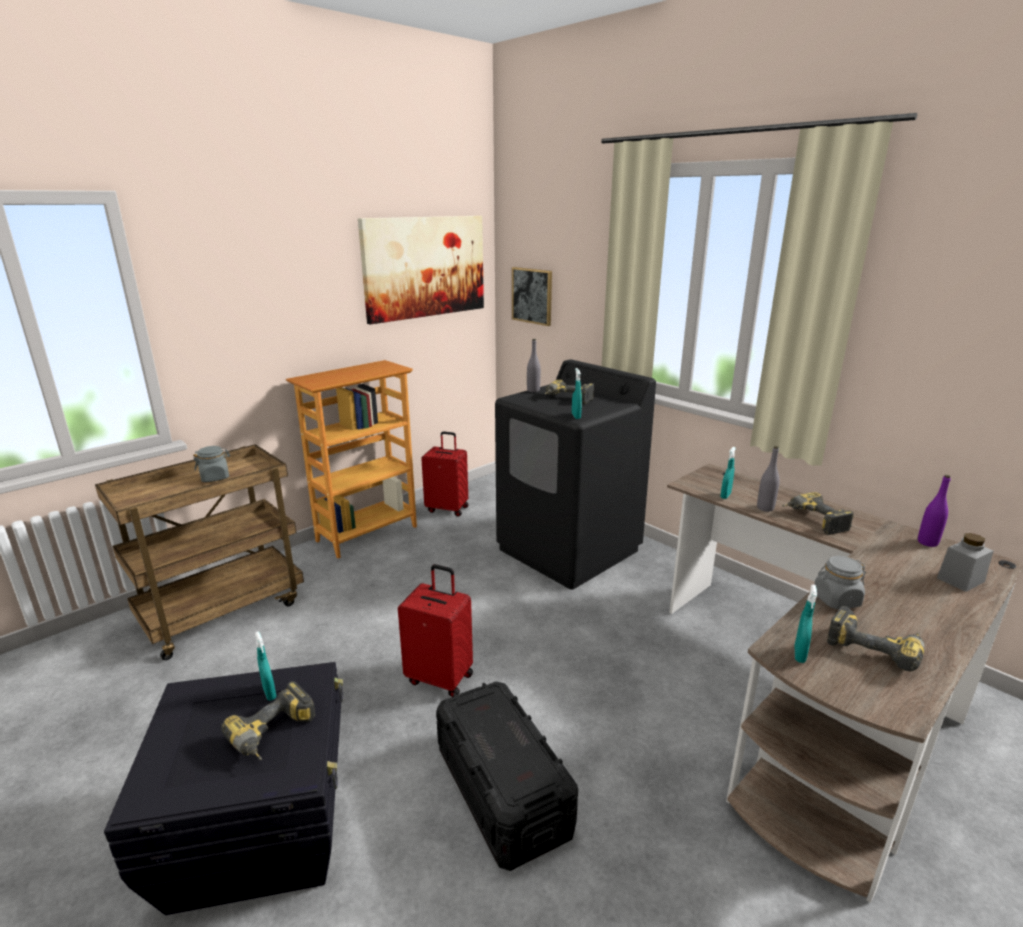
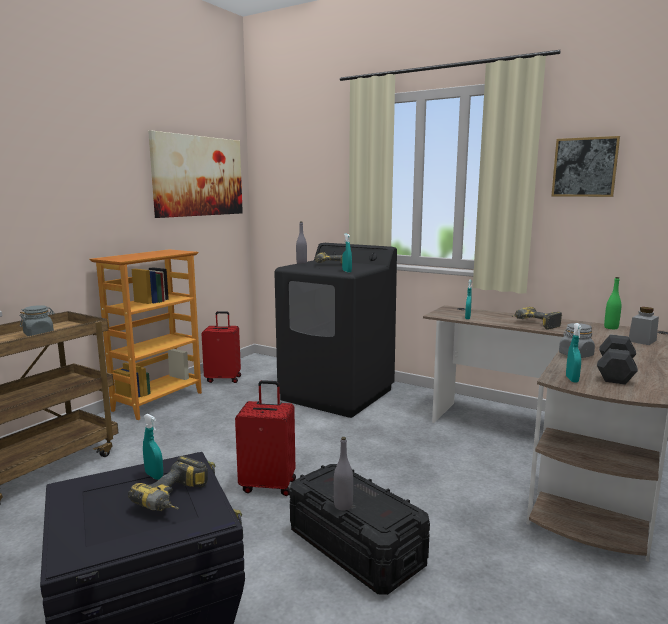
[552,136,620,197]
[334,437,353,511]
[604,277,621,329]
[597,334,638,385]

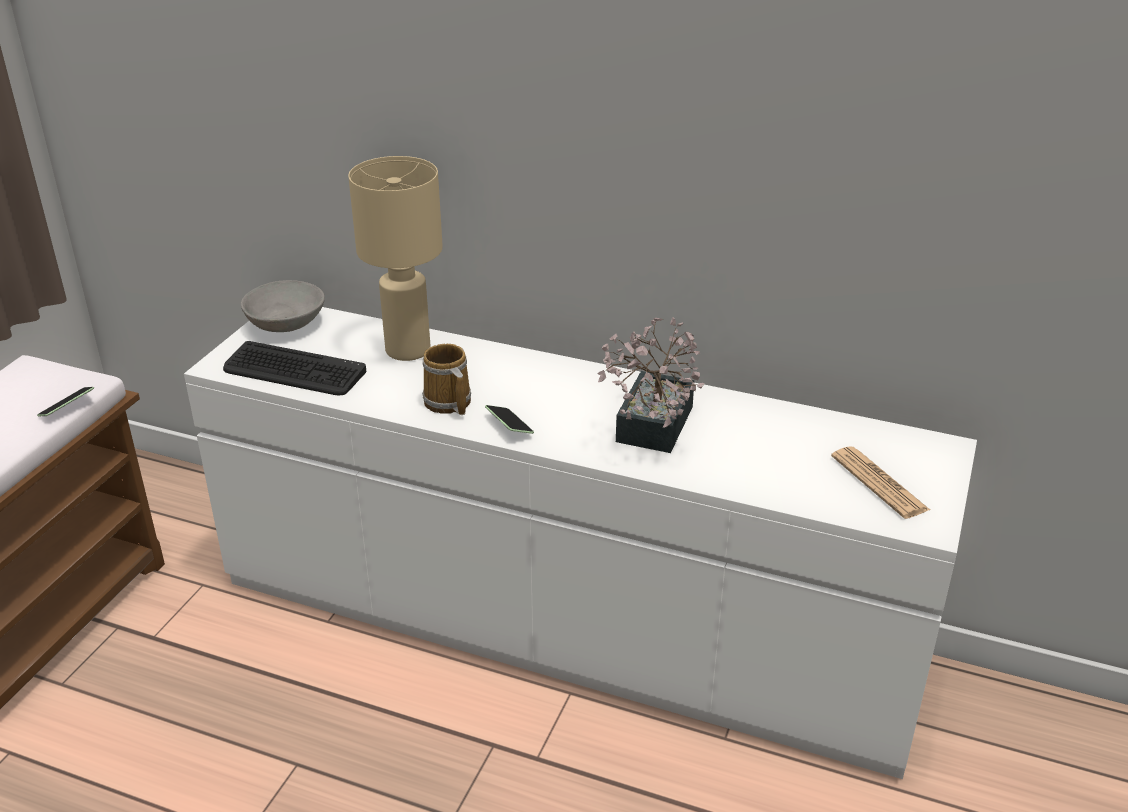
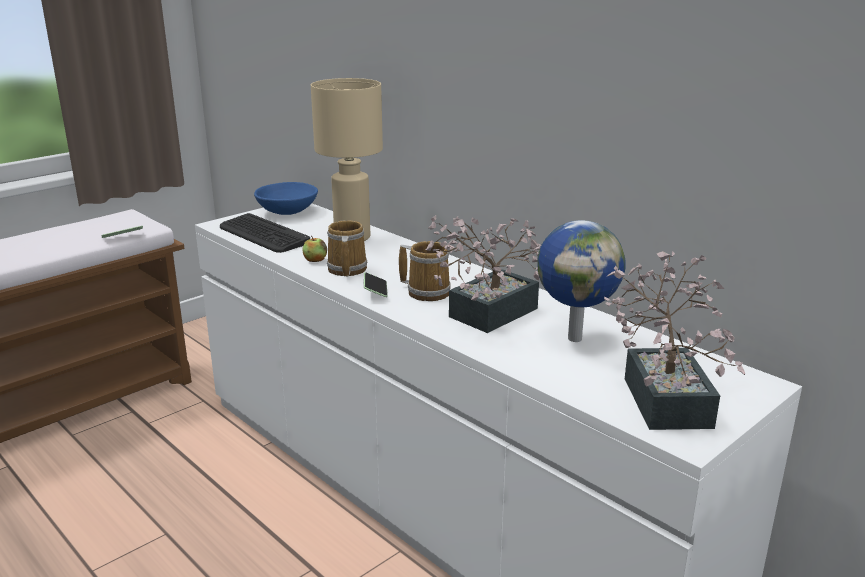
[254,182,318,215]
[604,251,745,430]
[537,220,626,342]
[303,236,327,262]
[399,241,451,301]

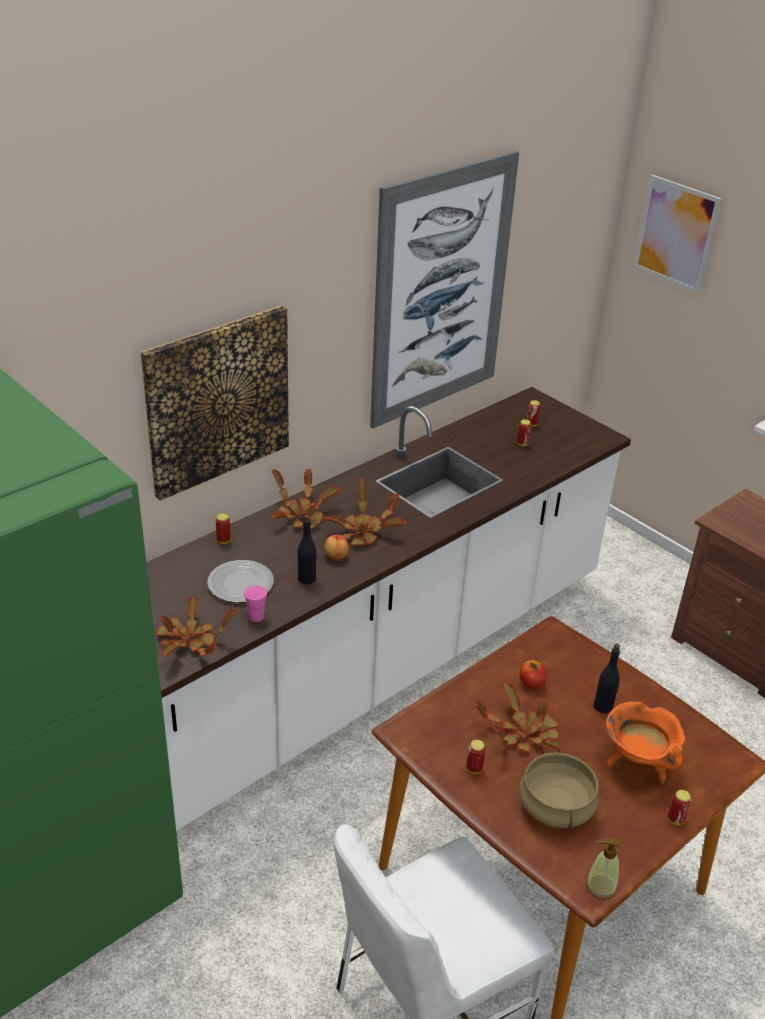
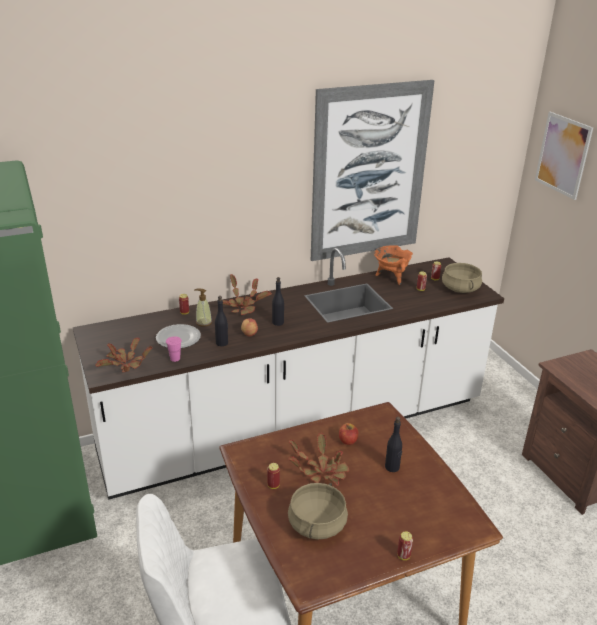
[140,306,289,501] (first image)
[272,277,284,326]
[374,245,413,285]
[194,288,212,327]
[442,263,482,293]

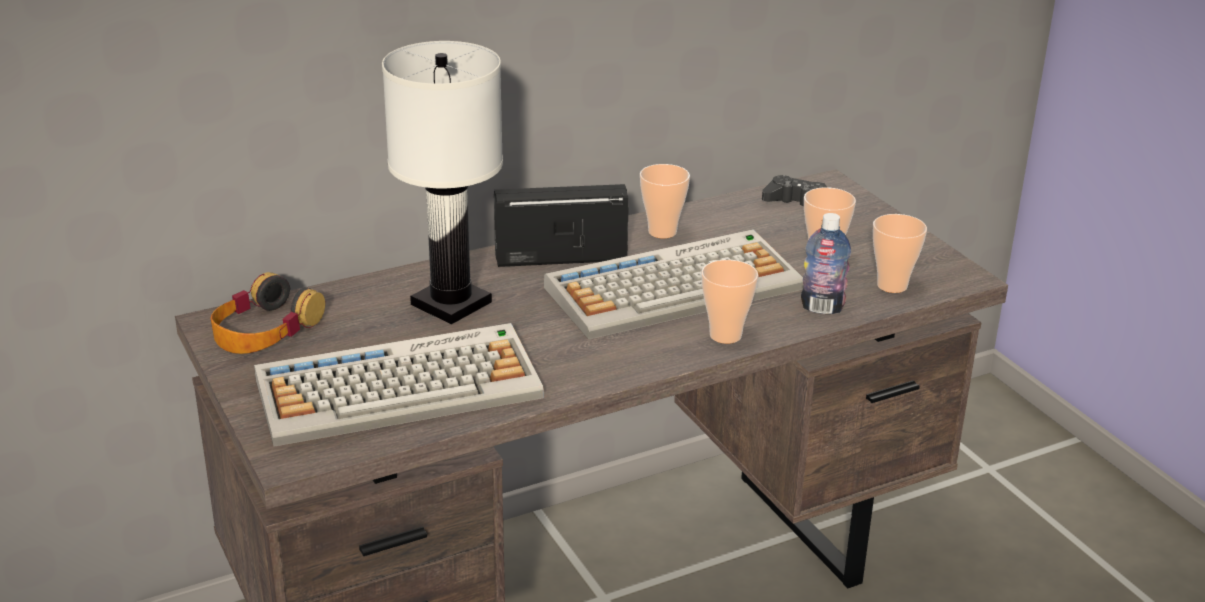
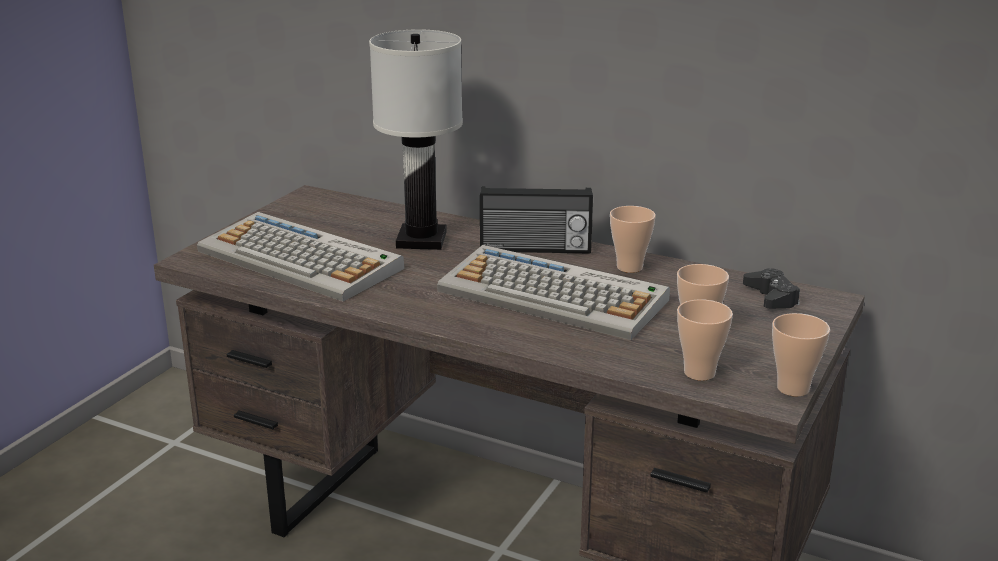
[480,186,593,253]
[801,213,851,314] (first image)
[772,313,830,397]
[210,272,325,354] (first image)

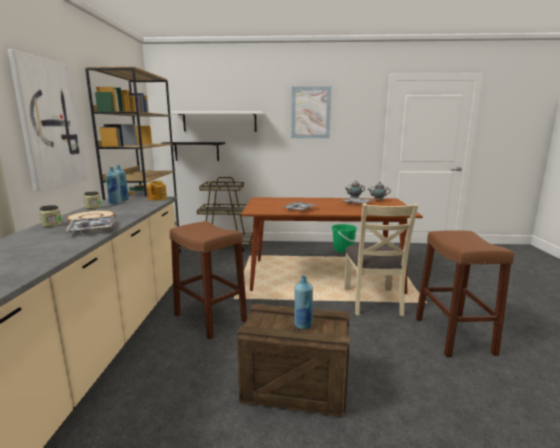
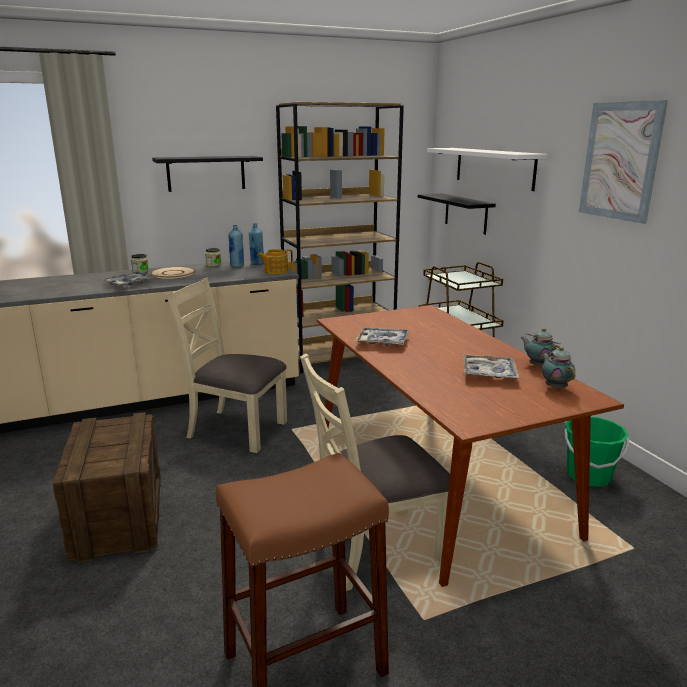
[152,156,263,192]
[166,278,287,453]
[294,276,313,329] (first image)

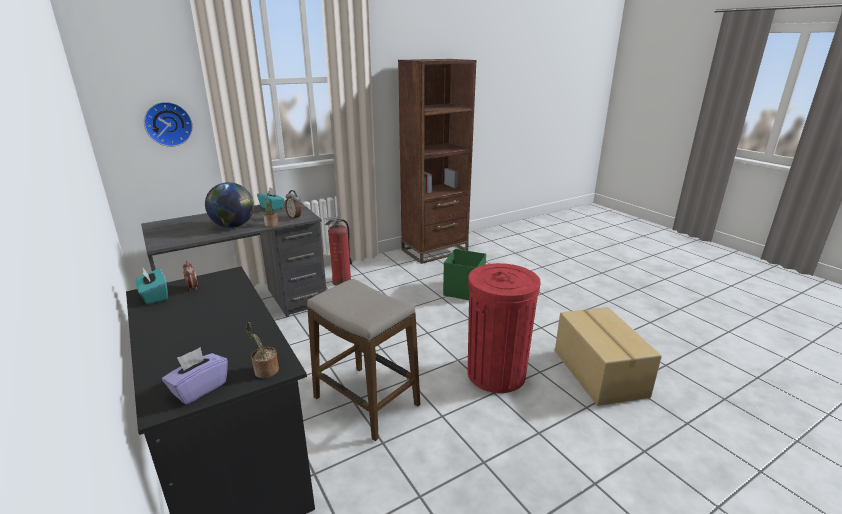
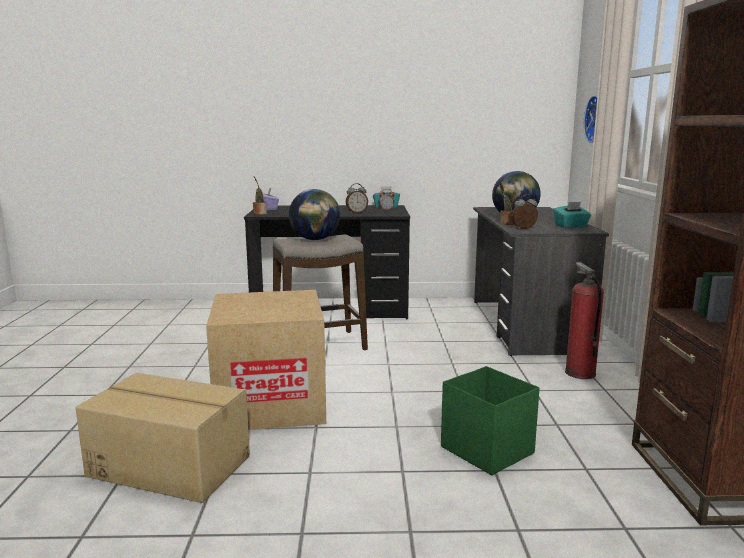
[206,290,326,430]
[346,183,368,213]
[289,189,340,240]

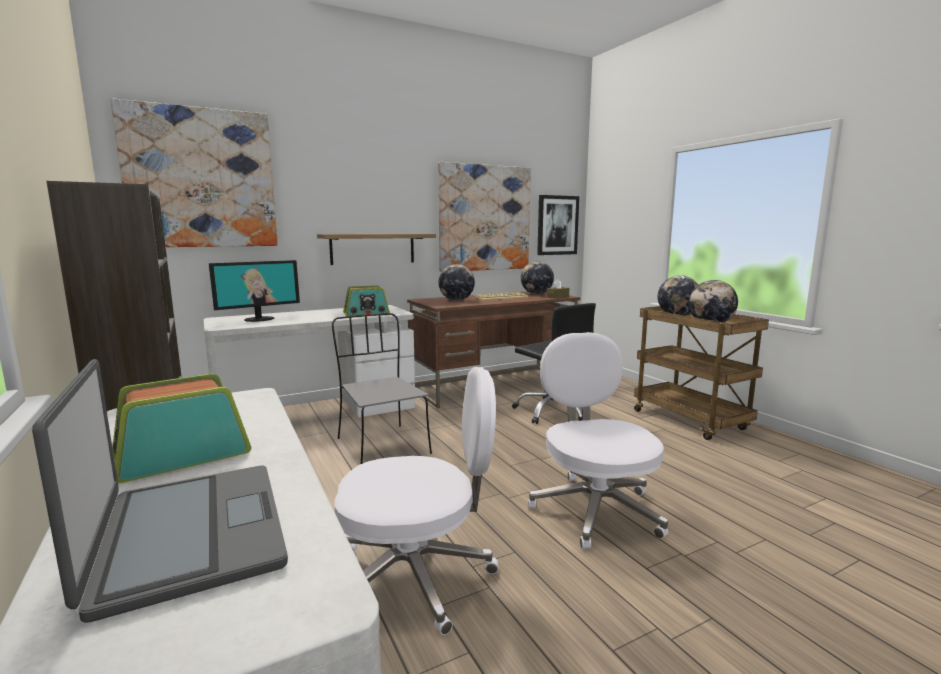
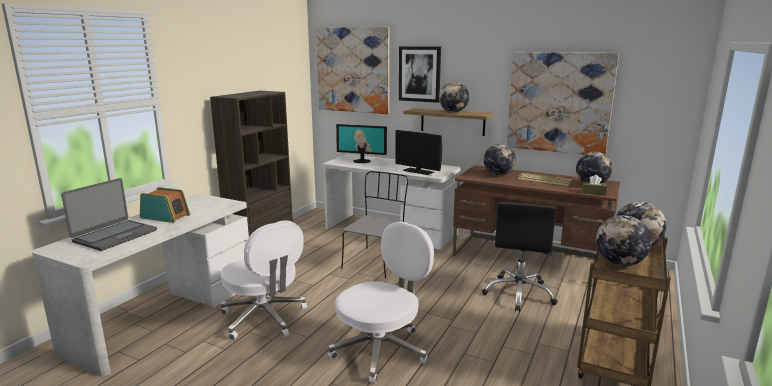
[399,46,441,103]
[395,130,442,175]
[439,82,469,113]

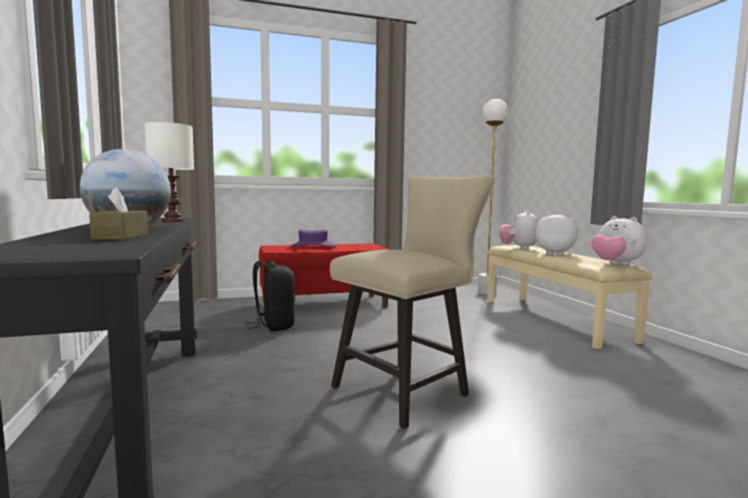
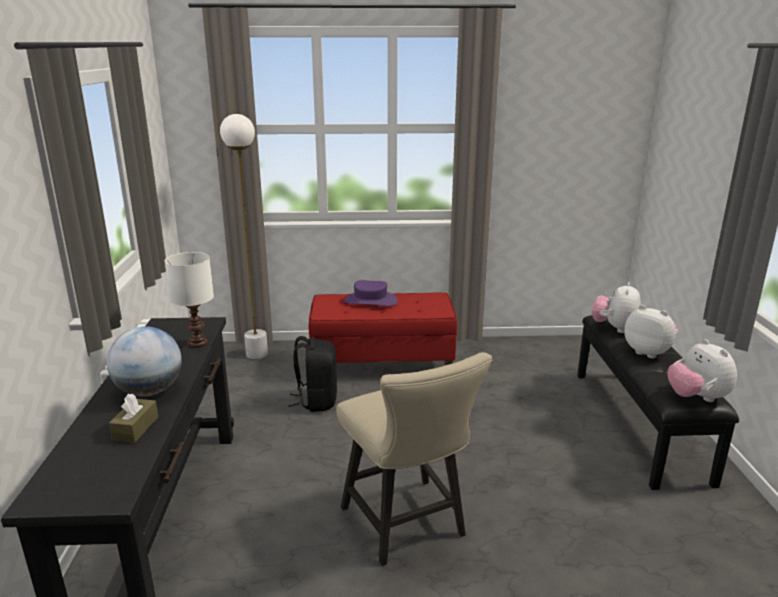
[220,114,268,359]
[336,352,492,566]
[577,315,739,490]

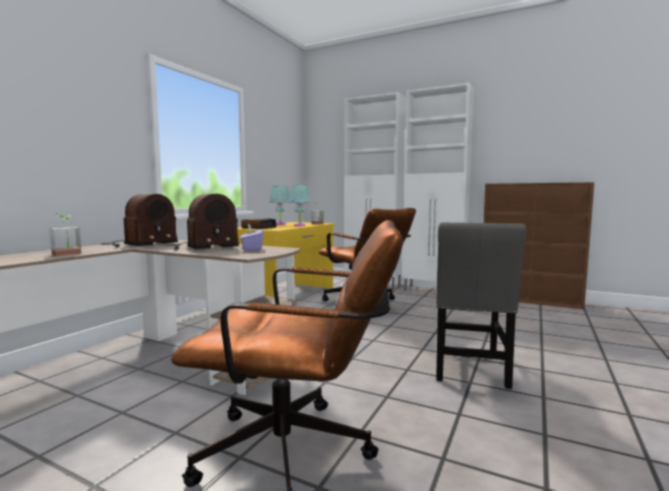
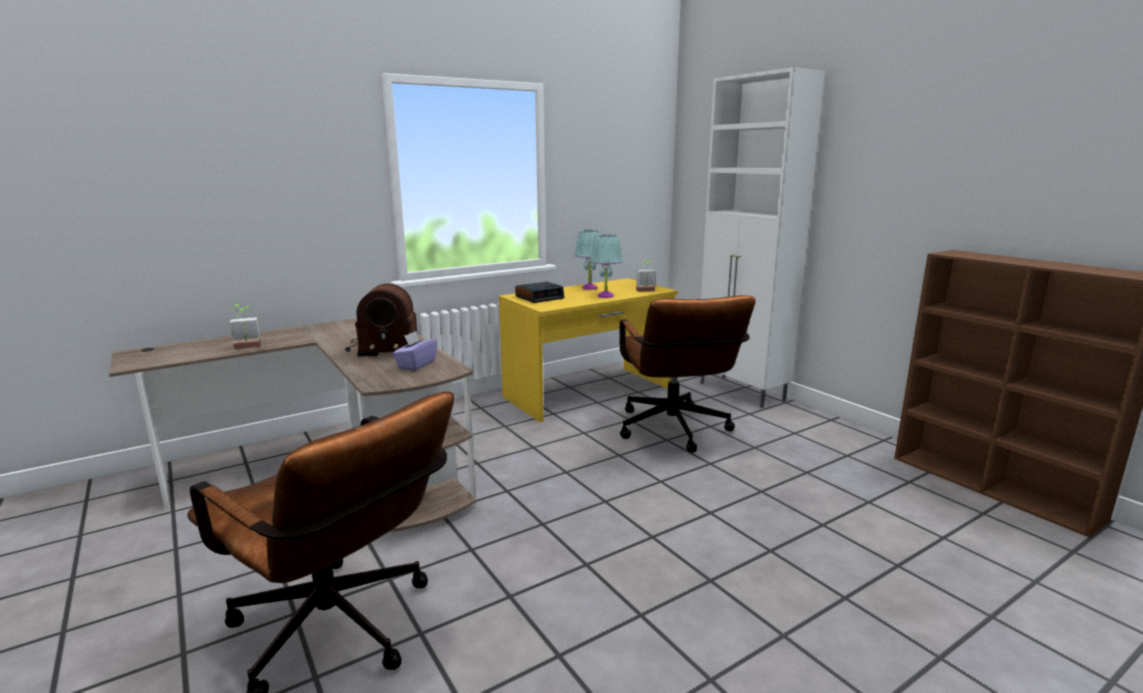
[402,83,474,291] (first image)
[101,194,178,248] (first image)
[436,222,527,389] (first image)

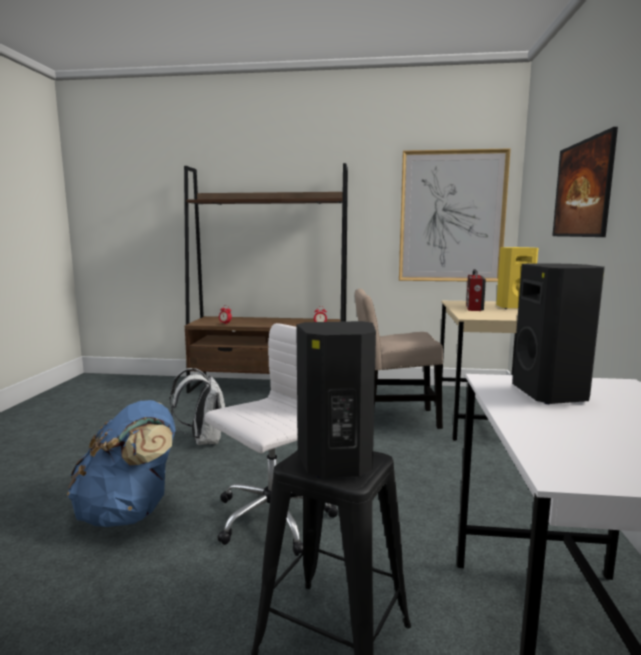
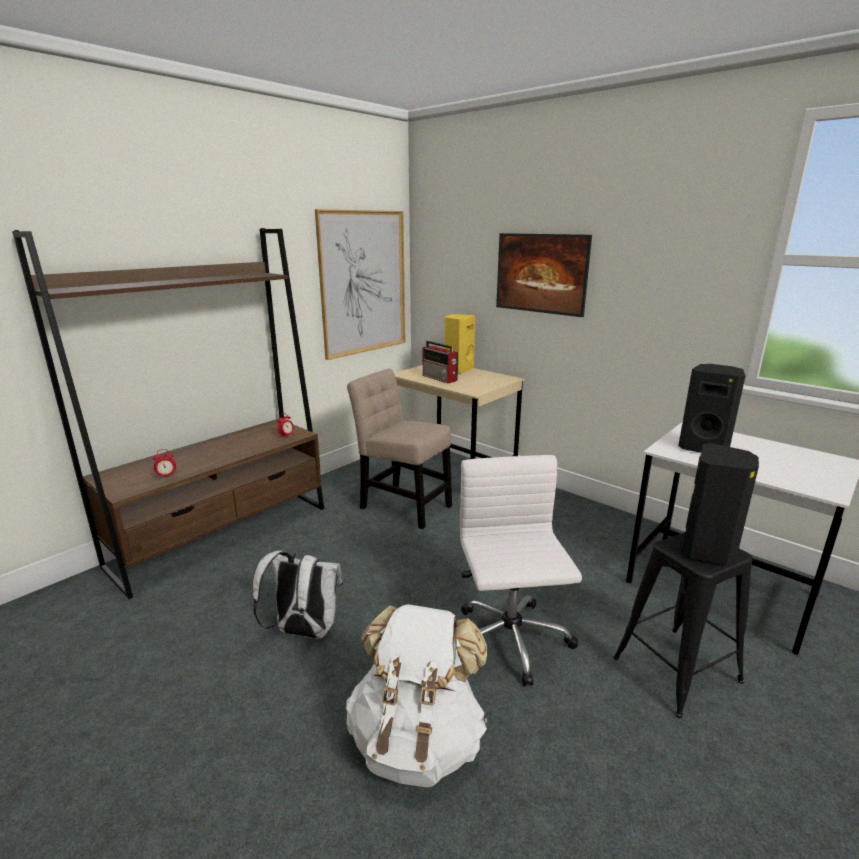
[347,369,452,529]
[346,604,488,787]

